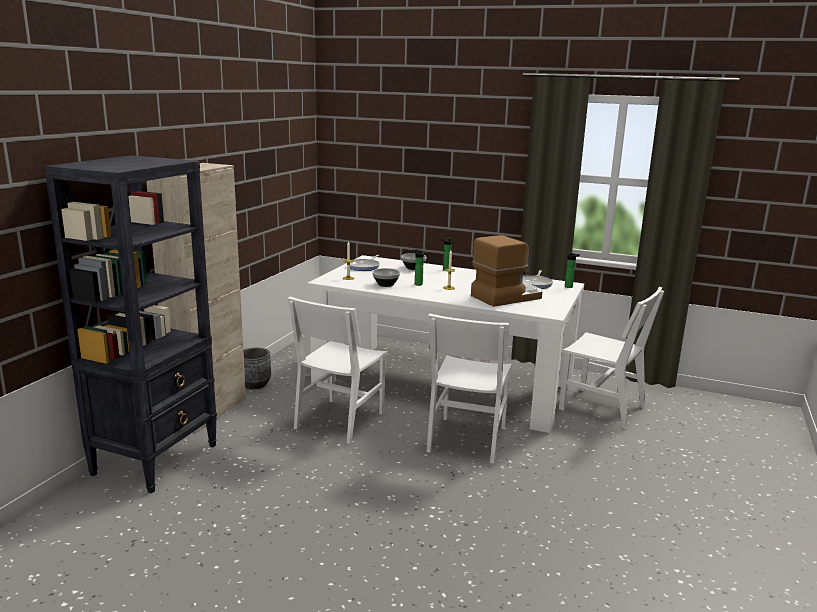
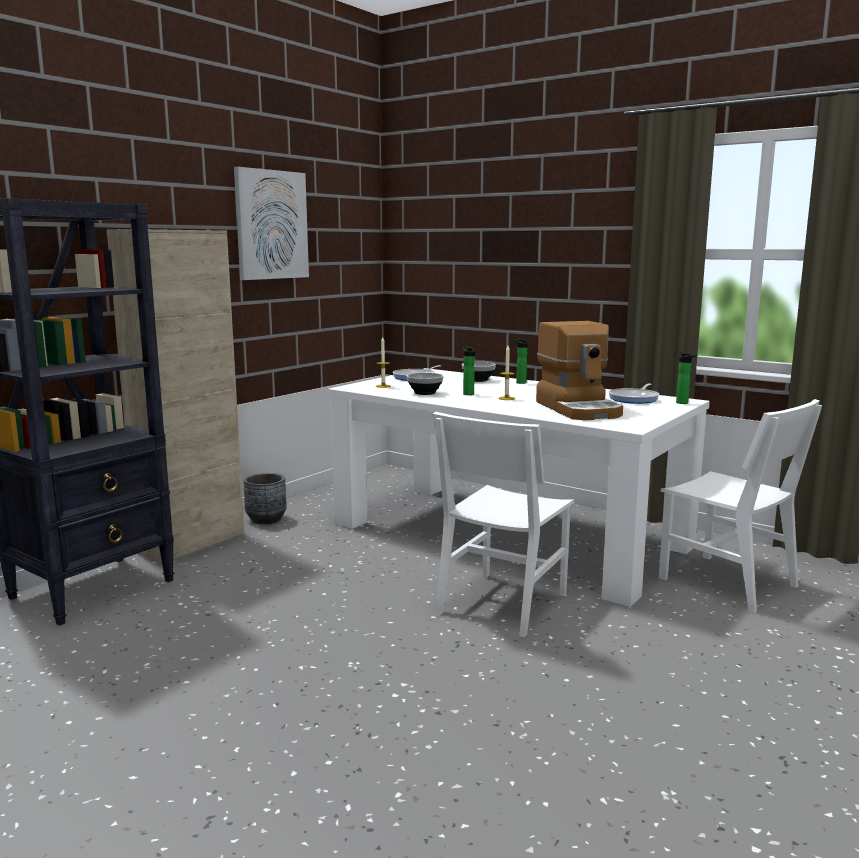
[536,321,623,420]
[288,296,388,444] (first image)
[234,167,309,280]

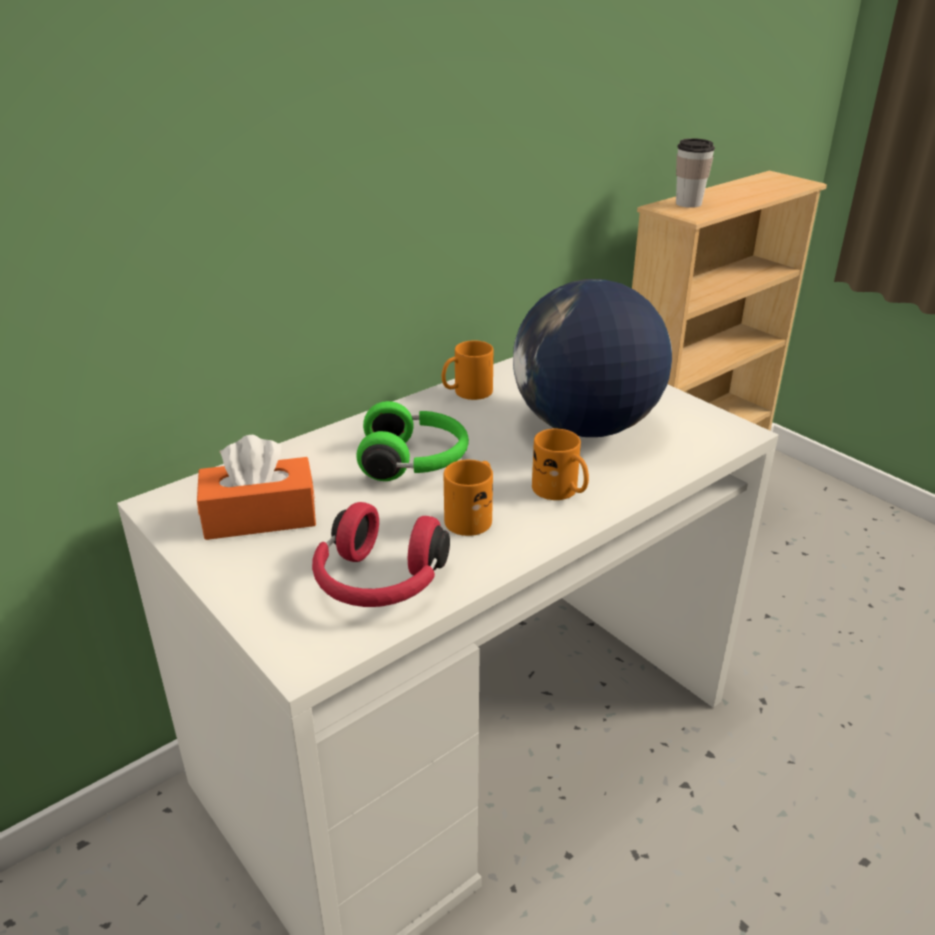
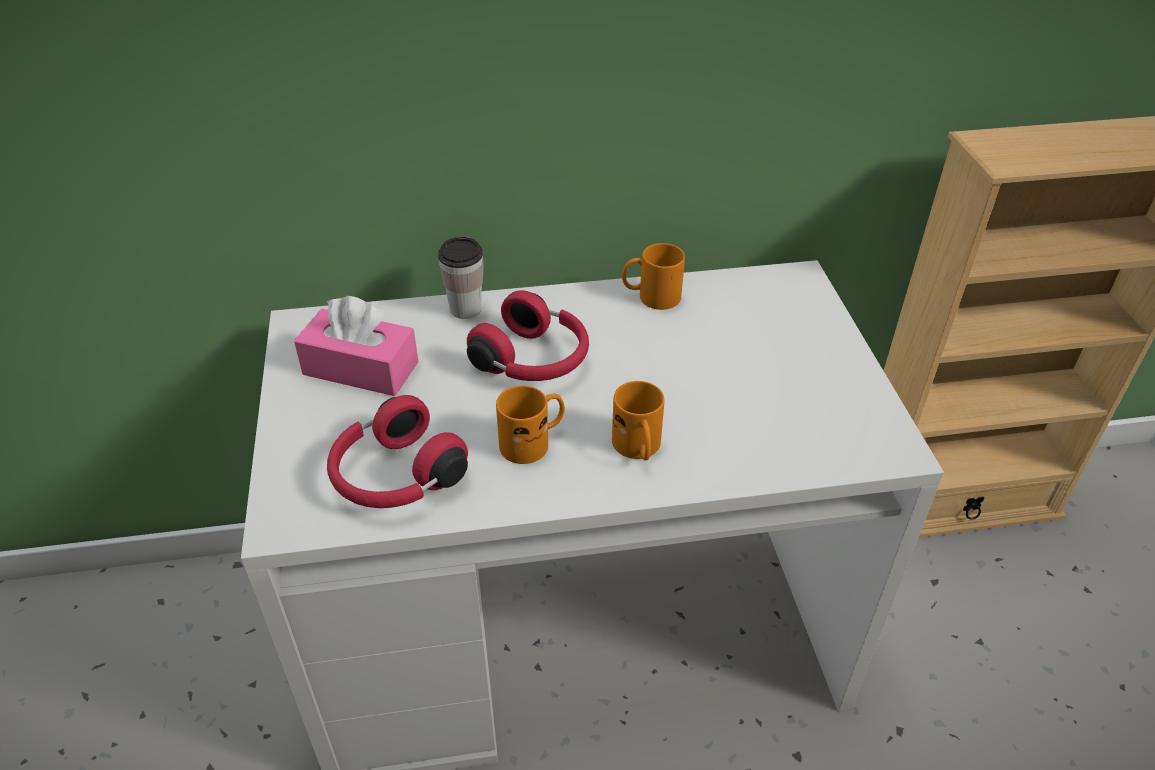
[438,237,484,319]
[513,279,672,437] (first image)
[467,290,589,381]
[294,296,418,396]

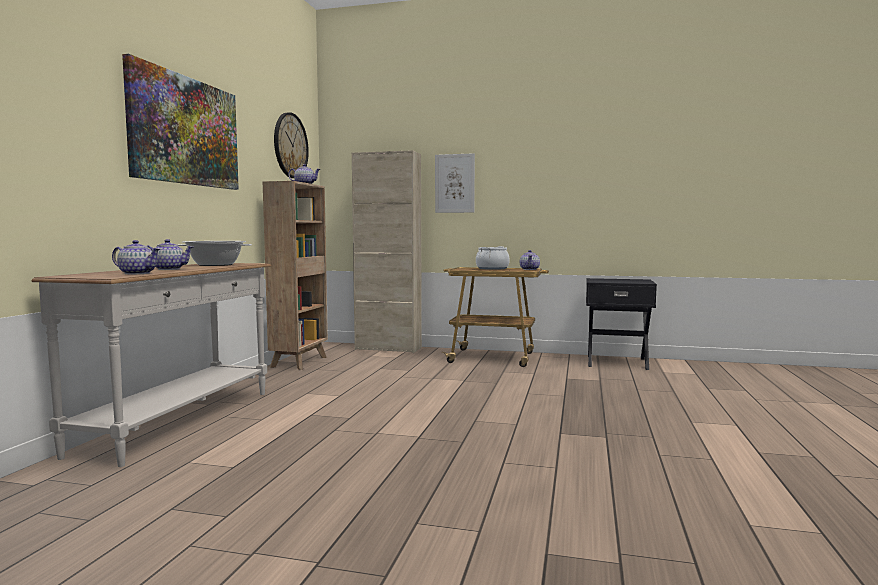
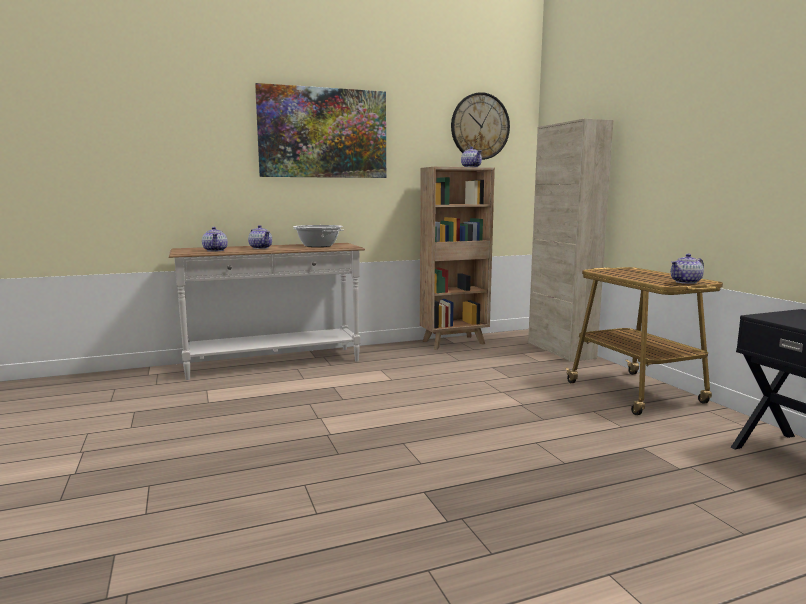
[435,153,475,213] (first image)
[476,246,510,270] (first image)

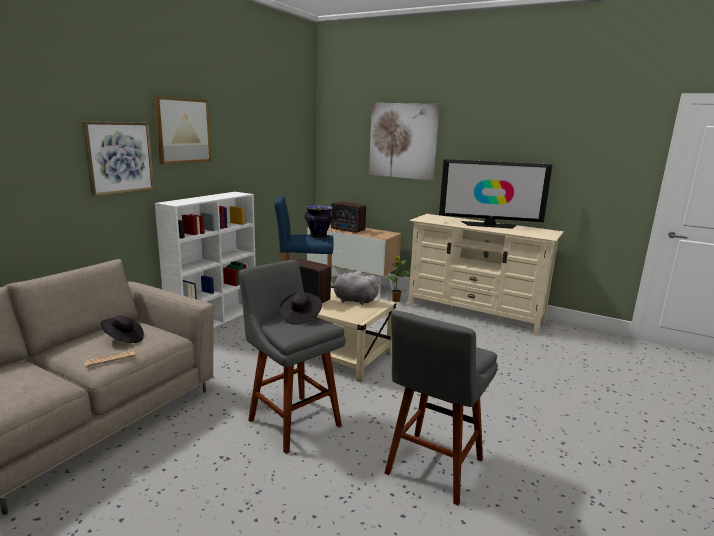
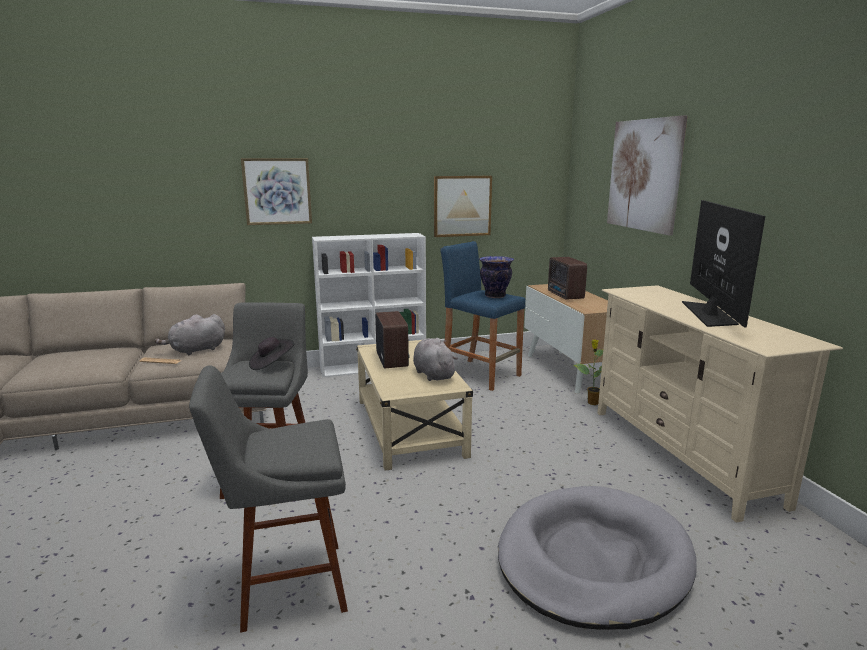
[434,176,492,237]
[682,200,765,328]
[155,314,225,355]
[498,486,697,630]

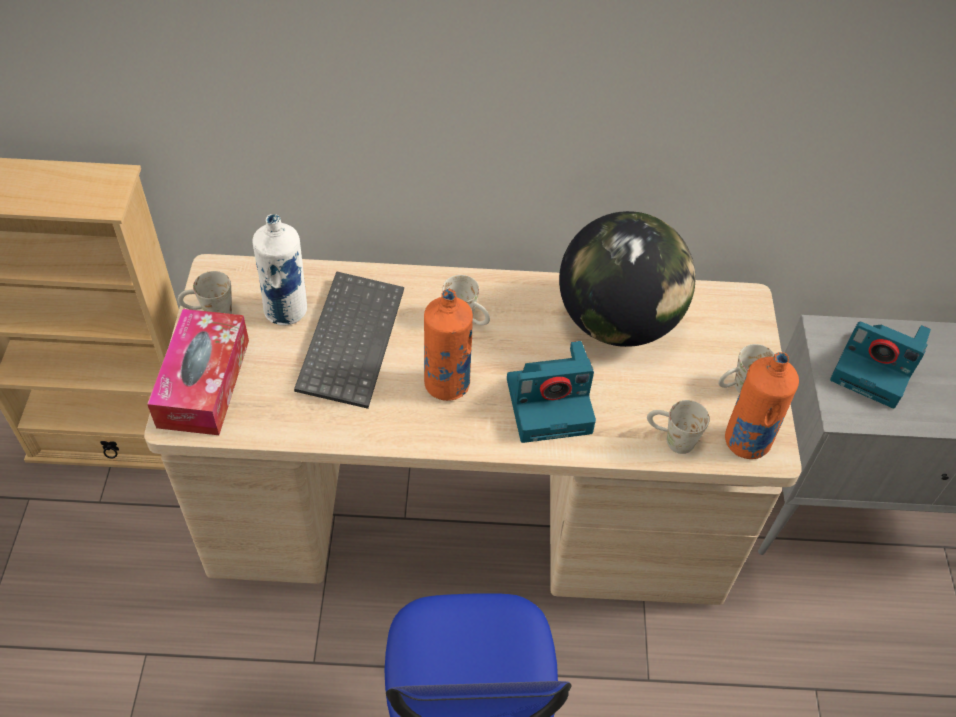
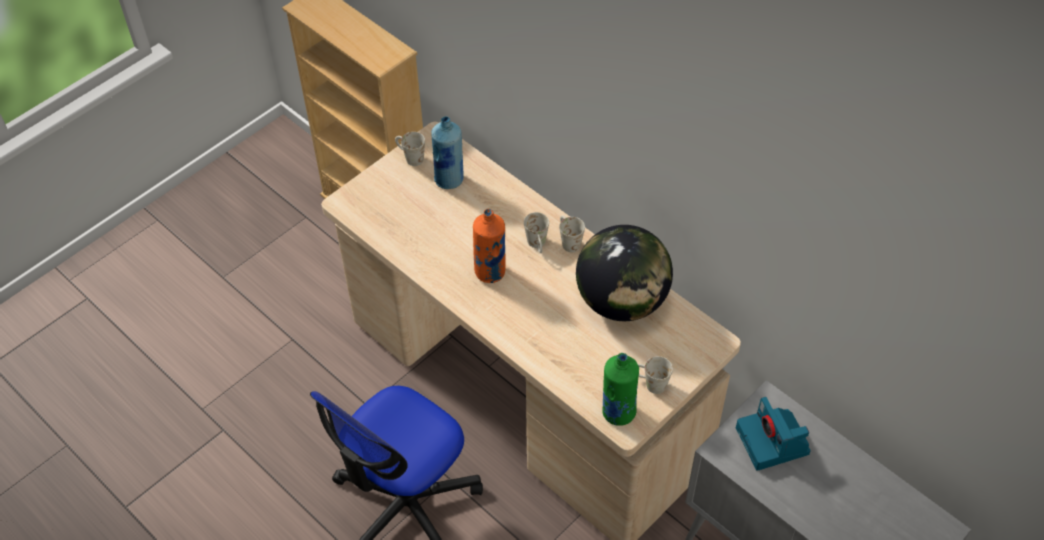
[431,116,464,189]
[294,271,404,409] (first image)
[147,309,249,435] (first image)
[507,341,596,443] (first image)
[602,353,639,426]
[559,216,585,252]

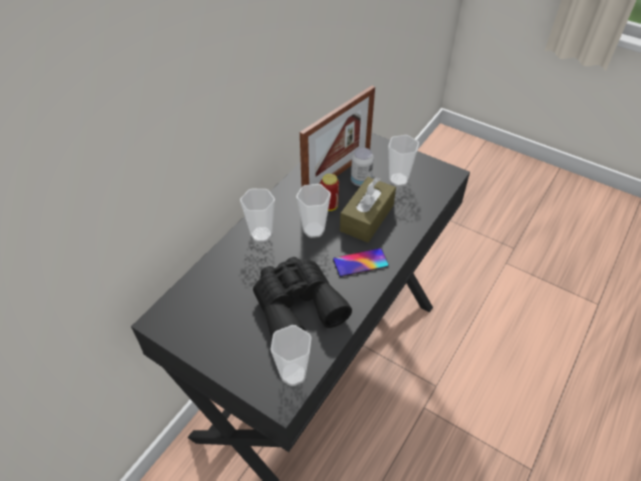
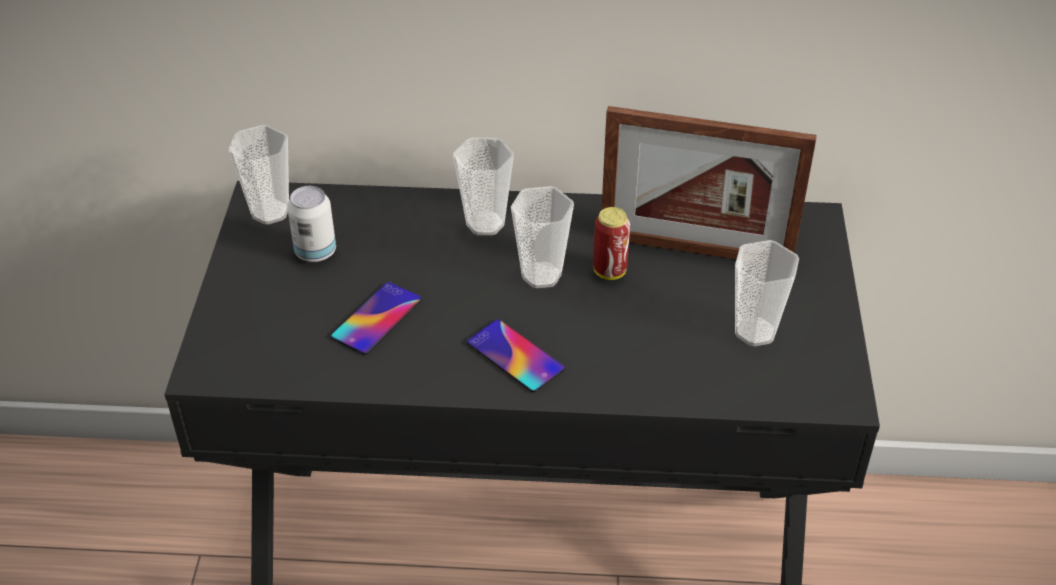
[287,186,336,262]
[340,177,396,243] (first image)
[331,282,422,355]
[228,125,289,224]

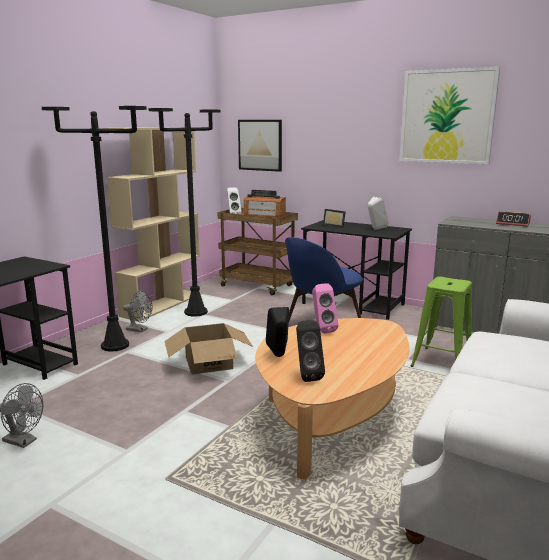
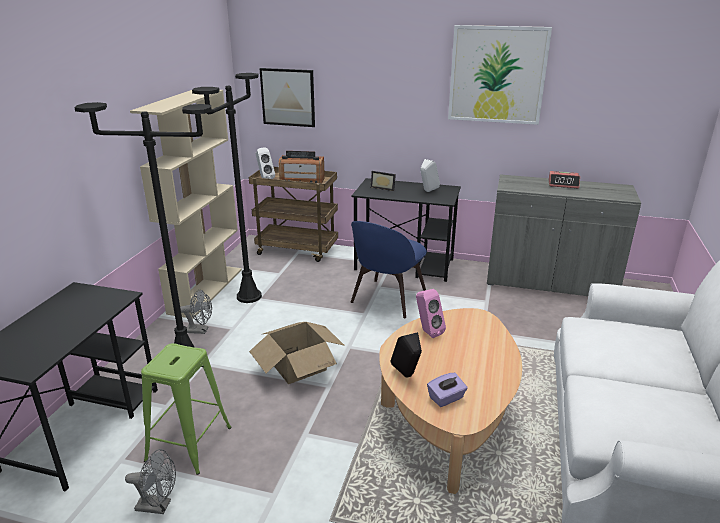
[141,343,232,475]
[427,373,468,407]

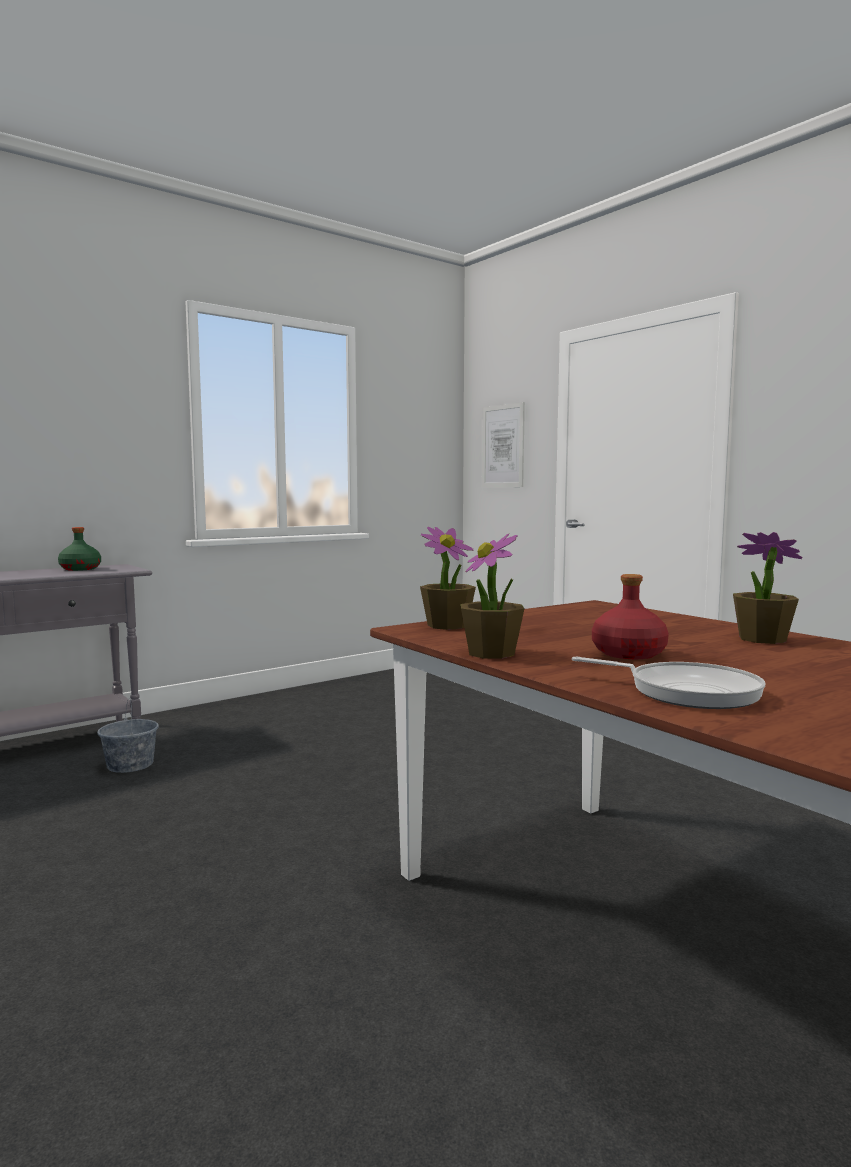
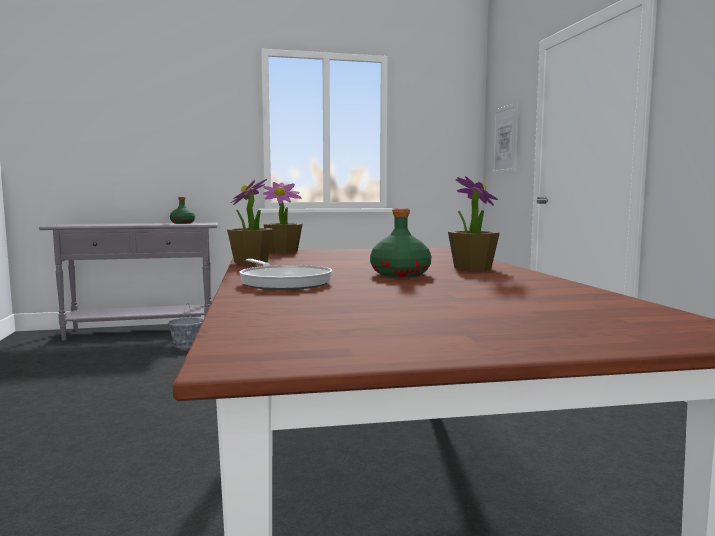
[592,574,669,659] (first image)
[370,208,431,277]

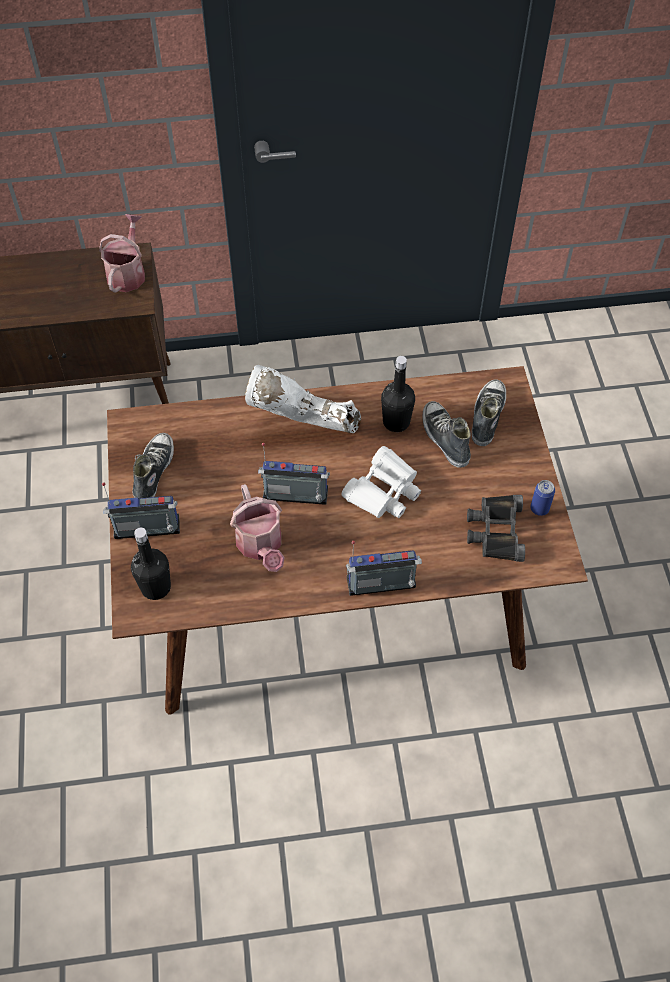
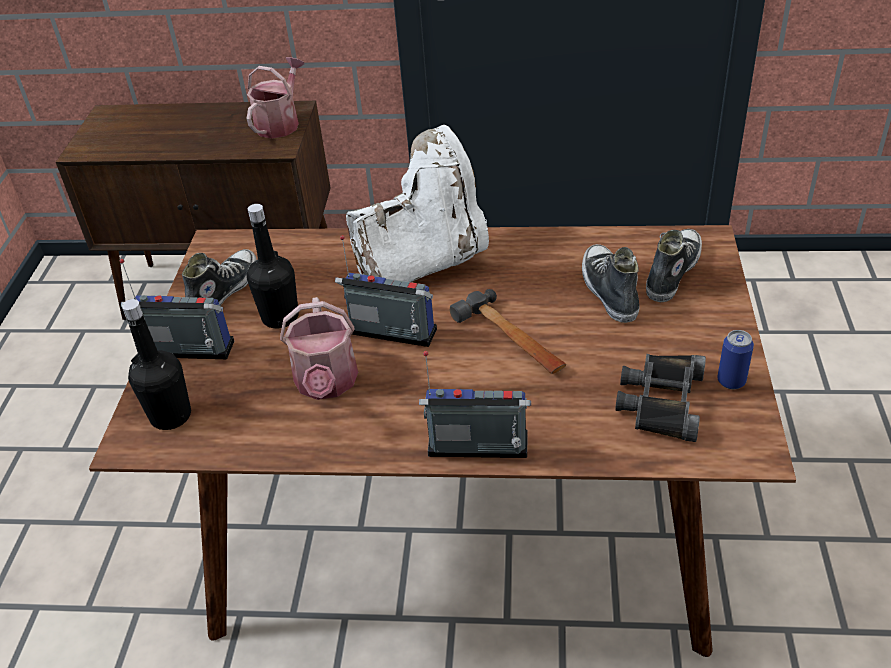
[247,204,299,329]
[346,125,489,283]
[450,289,566,374]

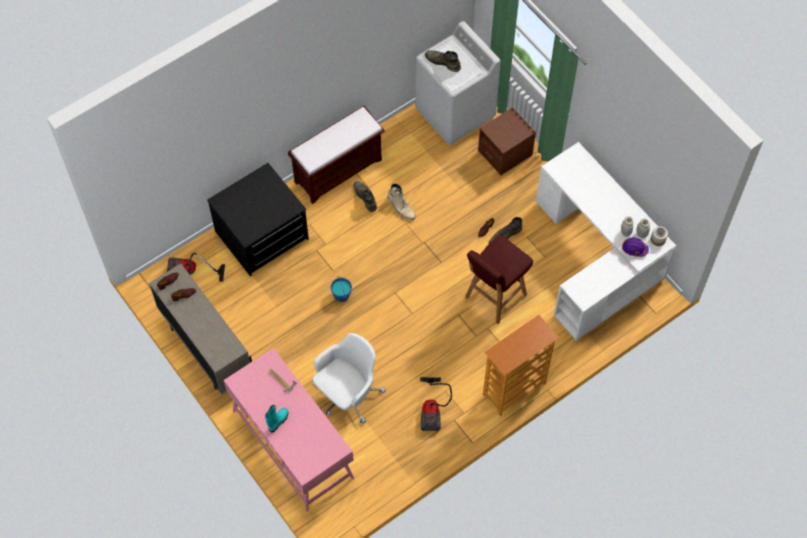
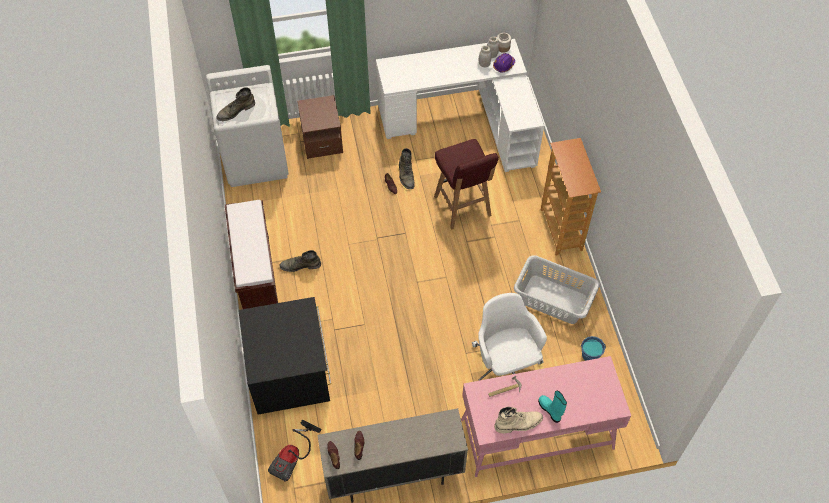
[494,407,543,433]
[581,336,606,361]
[514,255,600,324]

